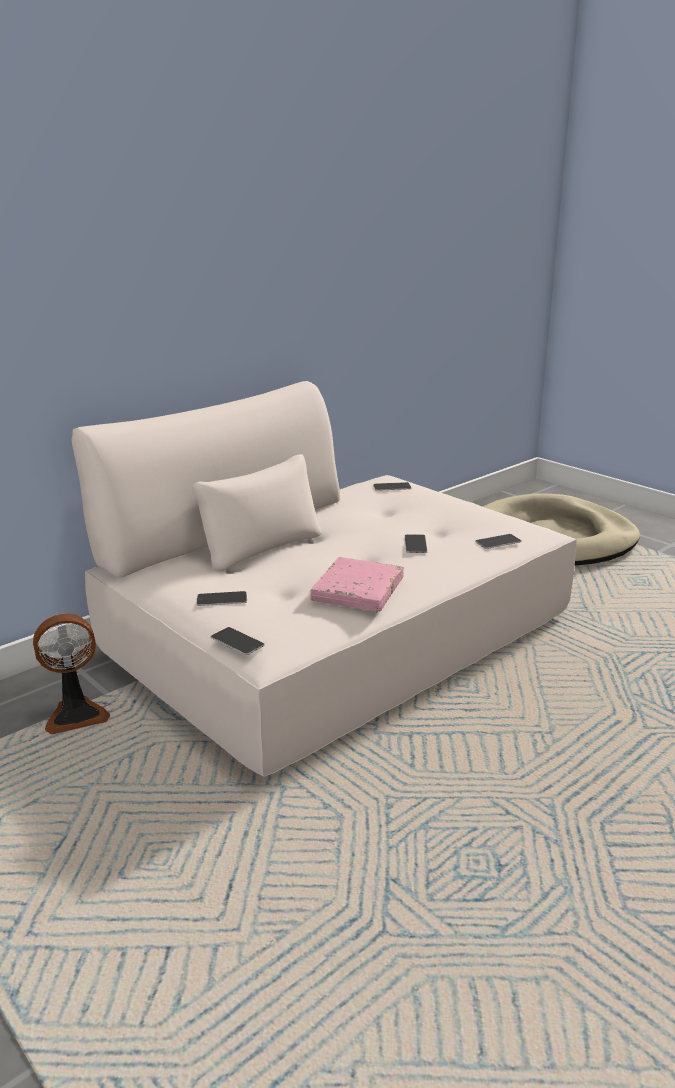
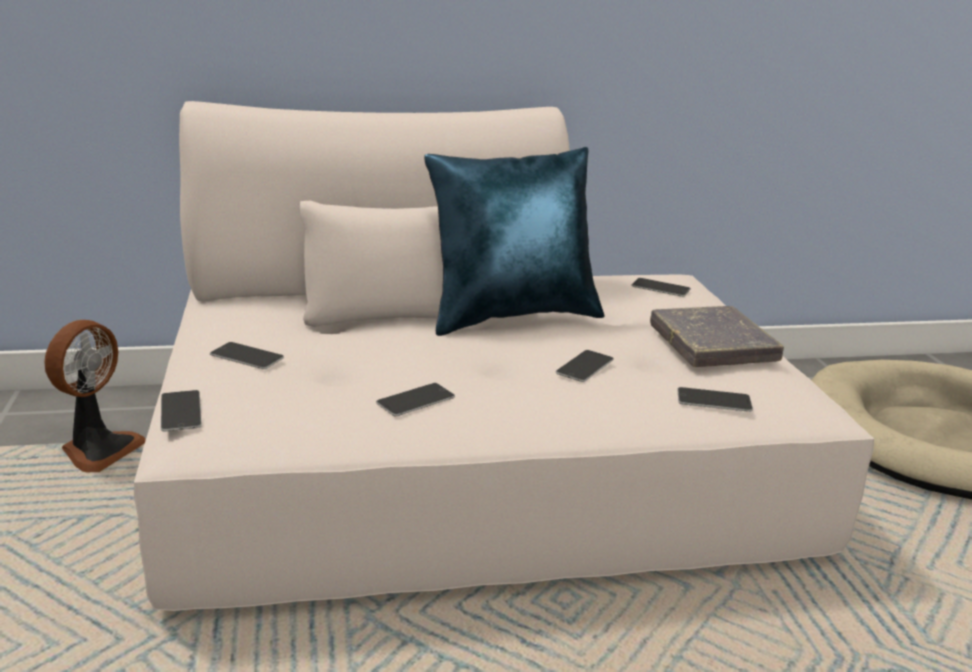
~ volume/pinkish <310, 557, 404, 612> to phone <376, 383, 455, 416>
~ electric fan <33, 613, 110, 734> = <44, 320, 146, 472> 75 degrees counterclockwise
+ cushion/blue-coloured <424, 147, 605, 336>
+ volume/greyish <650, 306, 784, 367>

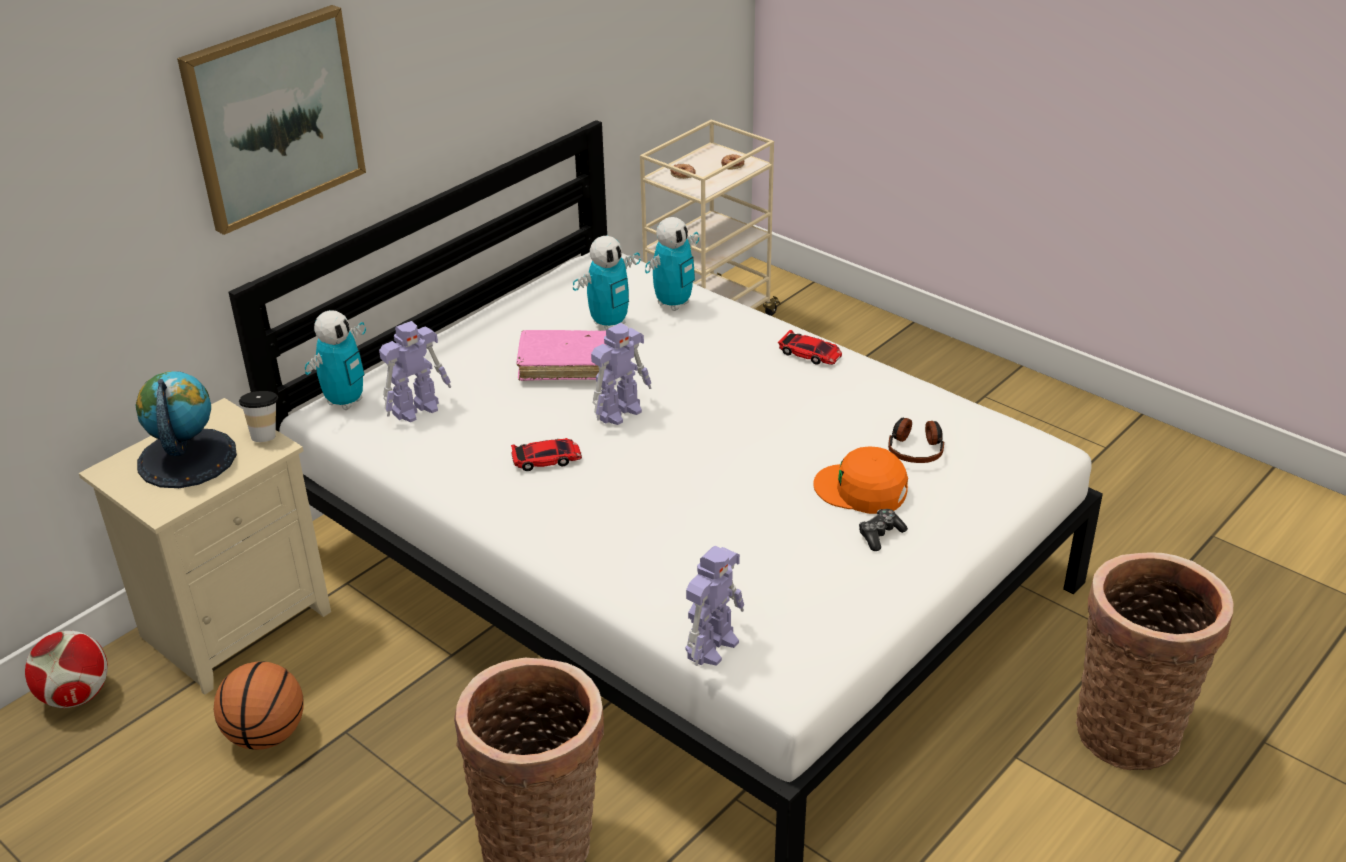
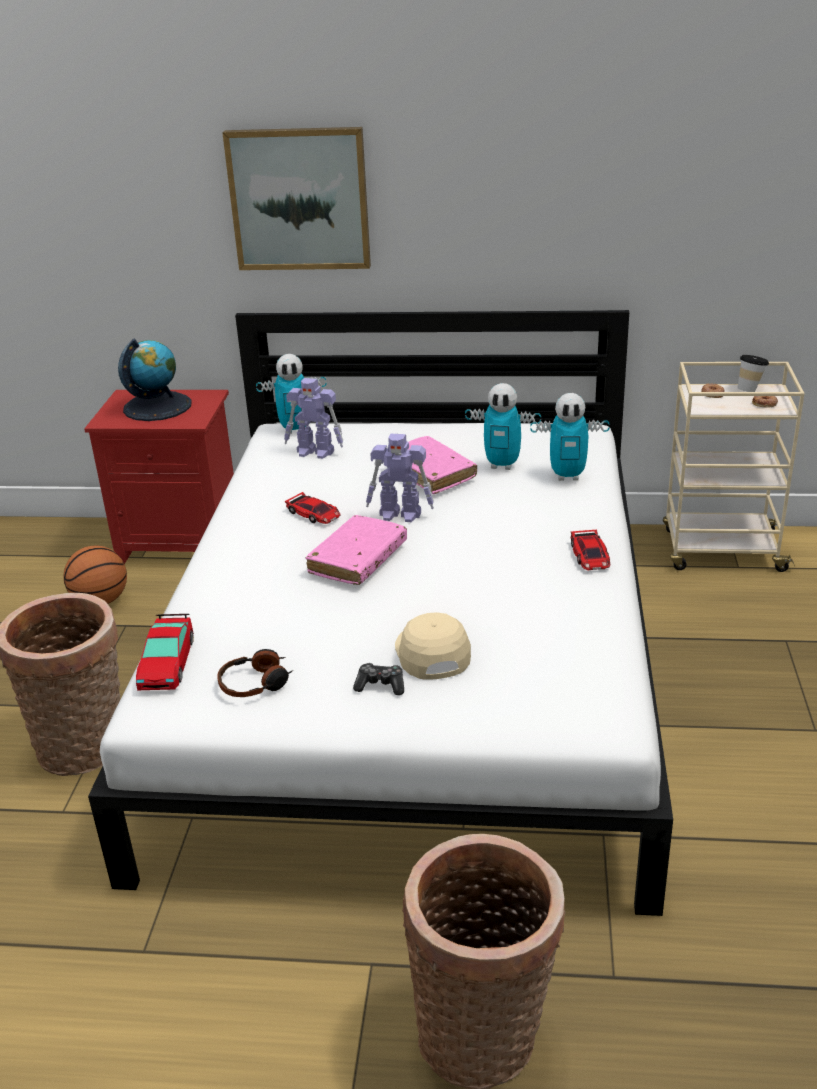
~ drinking cup <239, 391, 278, 442> to <738, 355, 769, 392>
~ night table/beige <79, 398, 331, 695> to night table/red <84, 390, 234, 564>
~ headphones <888, 418, 944, 463> to <217, 649, 293, 697>
~ baseball cap/orangey <813, 447, 908, 514> to baseball cap/beige <395, 612, 471, 680>
~ toy robot <686, 546, 744, 666> to model car <136, 614, 194, 690>
- football ball <25, 631, 108, 708>
+ volume/pinkish <306, 515, 407, 585>

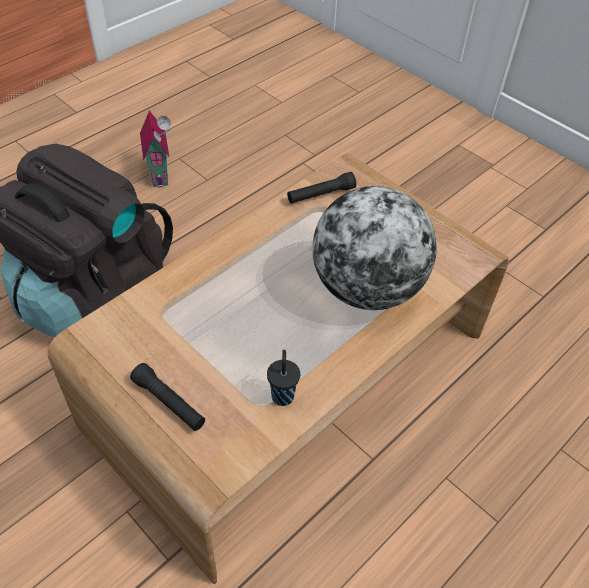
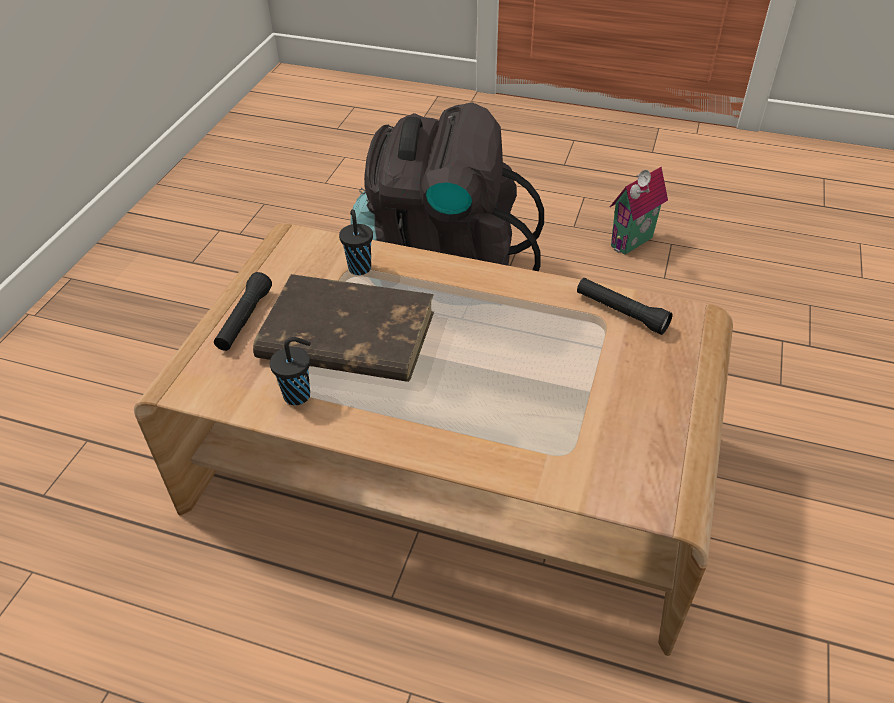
- desk globe <312, 186, 437, 310>
+ drinking cup/black-coloured <339, 209, 373, 275>
+ volume/brown-coloured <253, 274, 434, 382>

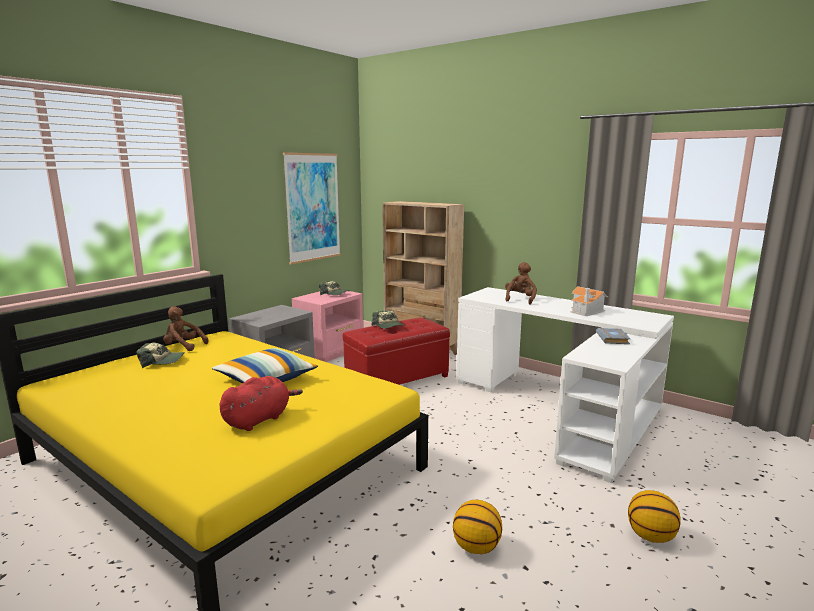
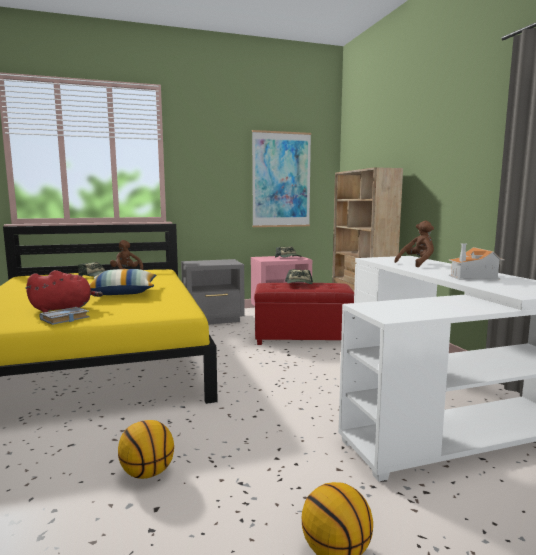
~ volume/greyish <596, 328, 630, 344> to <39, 307, 90, 325>

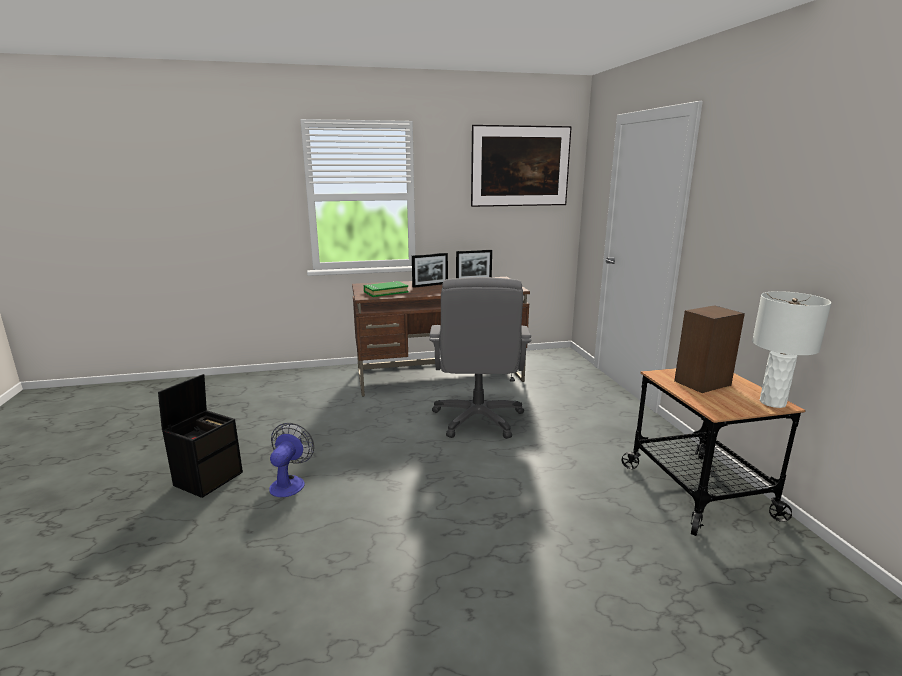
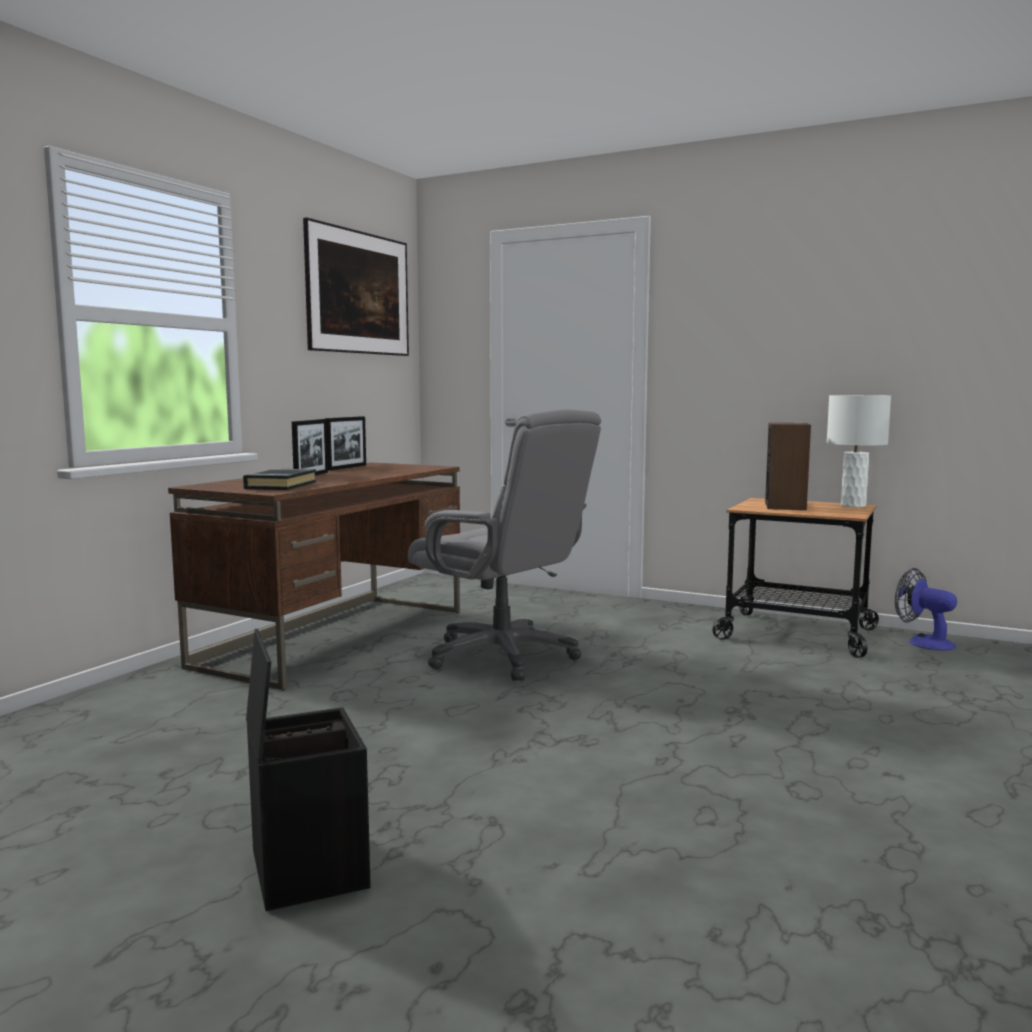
~ volume/green <364, 281, 408, 297> to volume/black-coloured <243, 469, 317, 490>
~ electric fan <269, 423, 314, 497> to <895, 568, 957, 650>

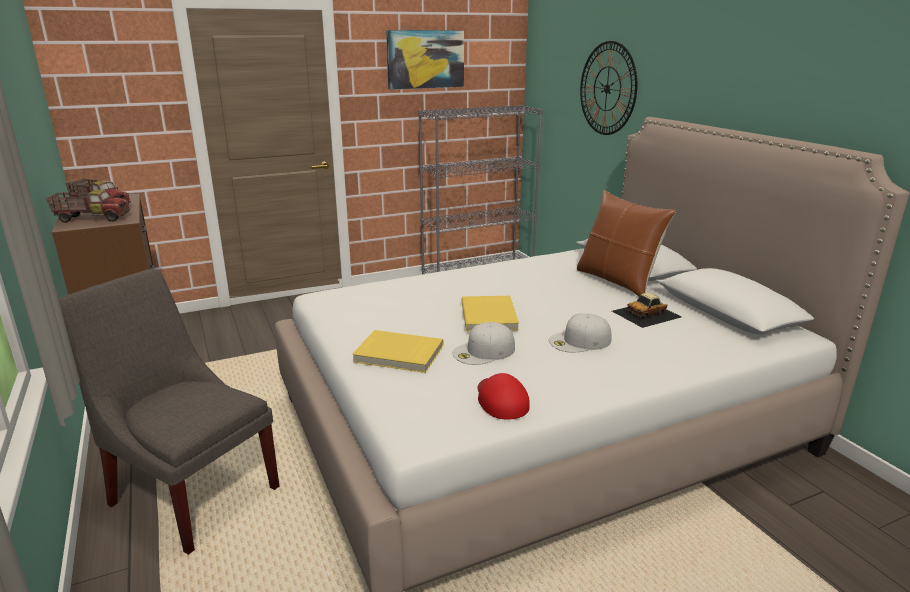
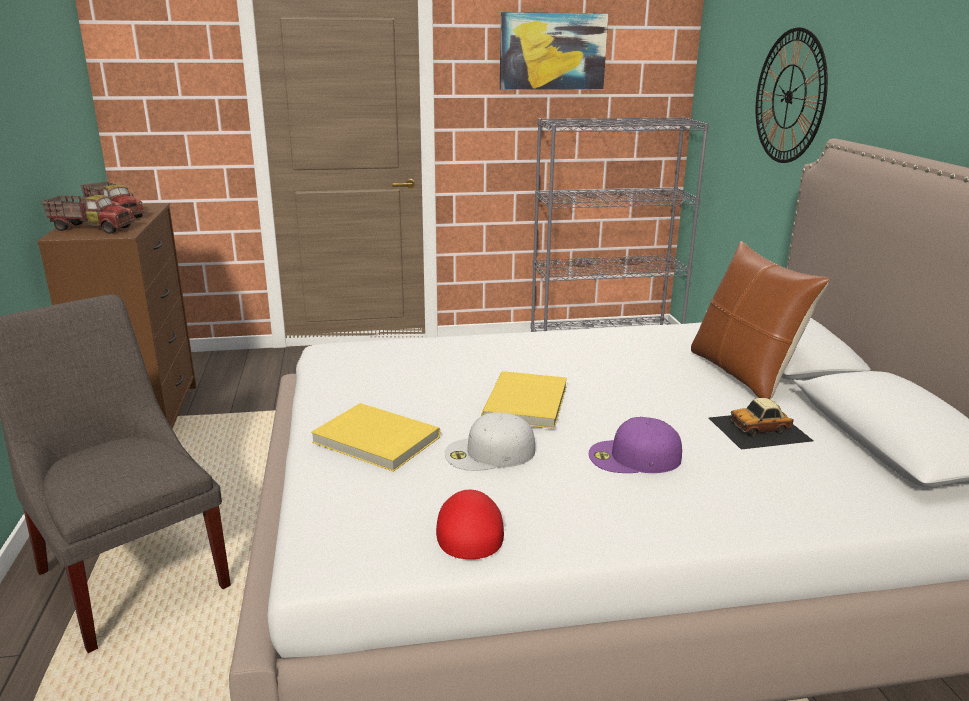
~ baseball cap/whitish <549, 313, 612, 352> to baseball cap/purple <589, 417, 682, 473>

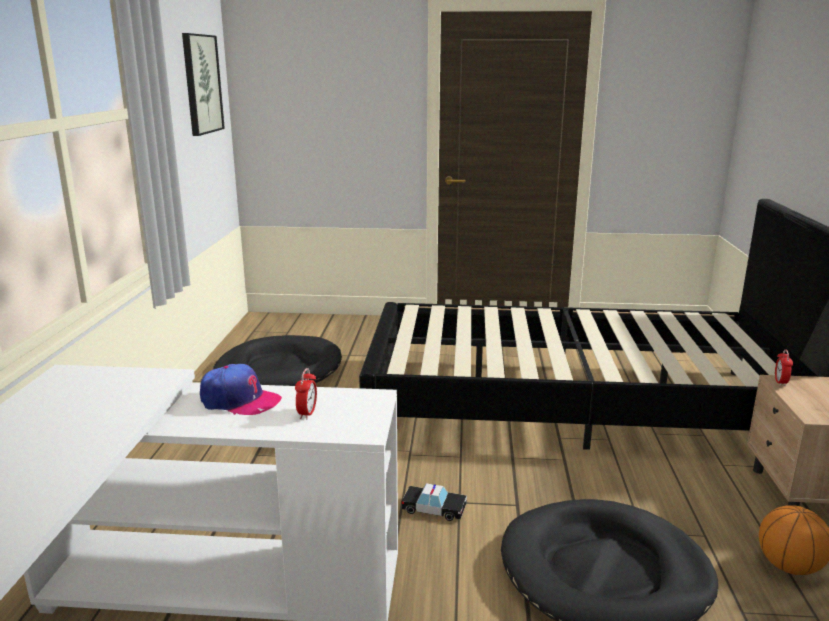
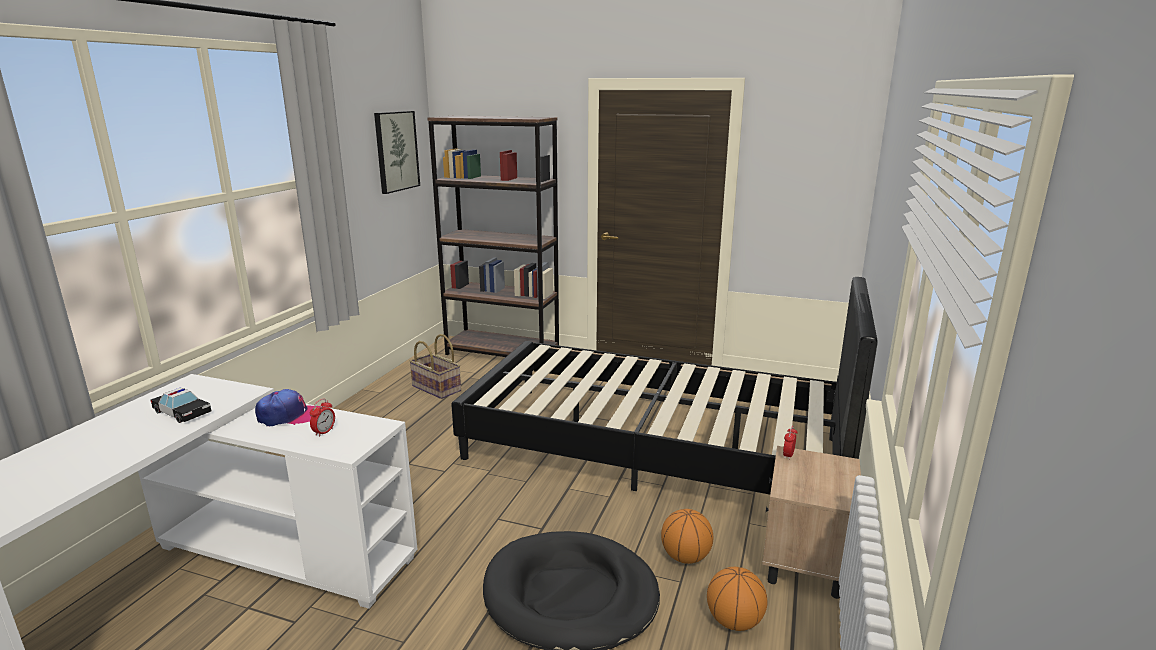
~ dog cushion/black-coloured <213, 335, 342, 386> to household basket <409, 334, 461, 399>
~ baseball cap <200, 364, 282, 415> = <255, 389, 321, 426> 45 degrees counterclockwise
~ model car <402, 483, 467, 521> to <150, 387, 211, 423>
+ bookcase/brown-coloured <427, 116, 559, 357>
+ ball for basketball <661, 509, 713, 564>

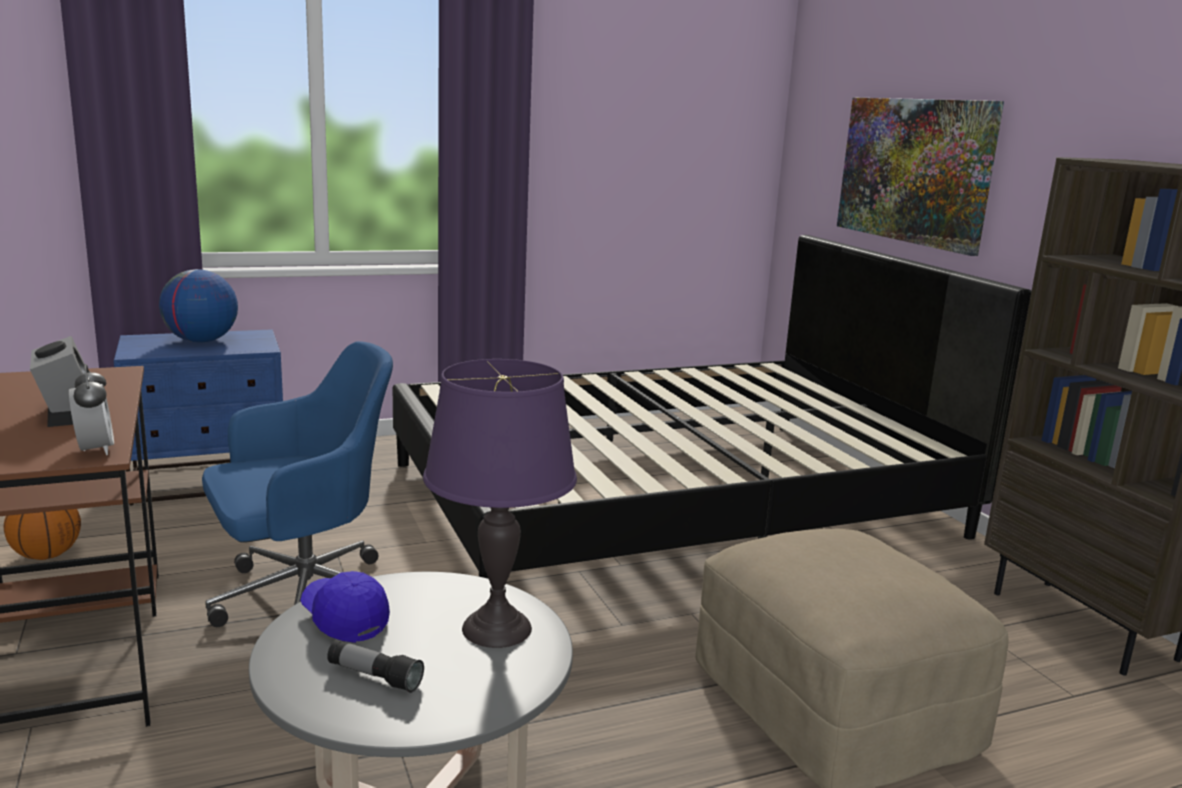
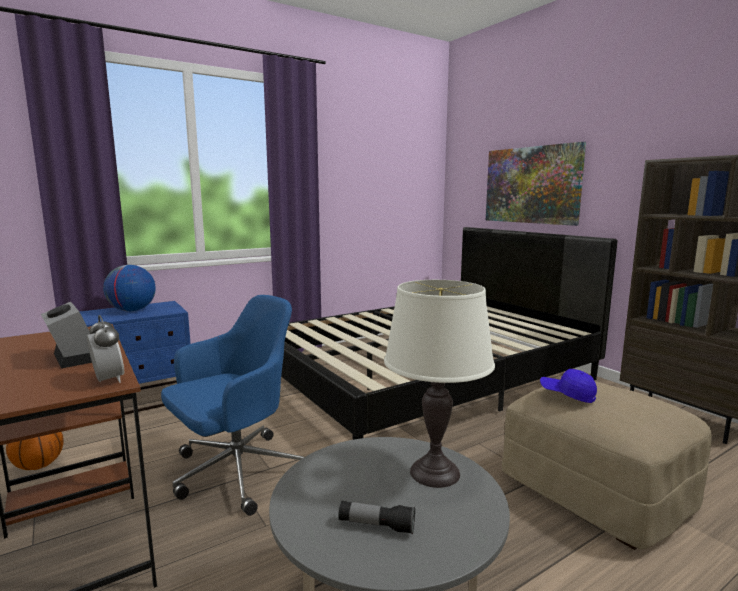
~ table lamp/purple <423, 359, 577, 648> to table lamp/whitish <384, 280, 495, 488>
~ baseball cap/blue-coloured <300, 571, 390, 643> to <540, 369, 597, 403>

